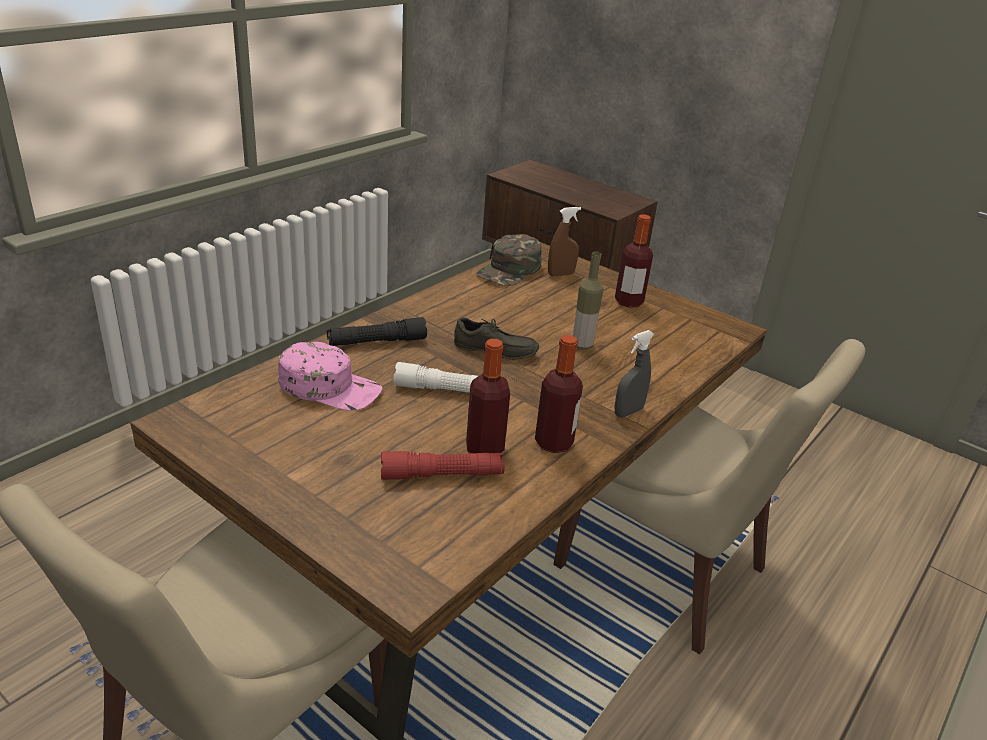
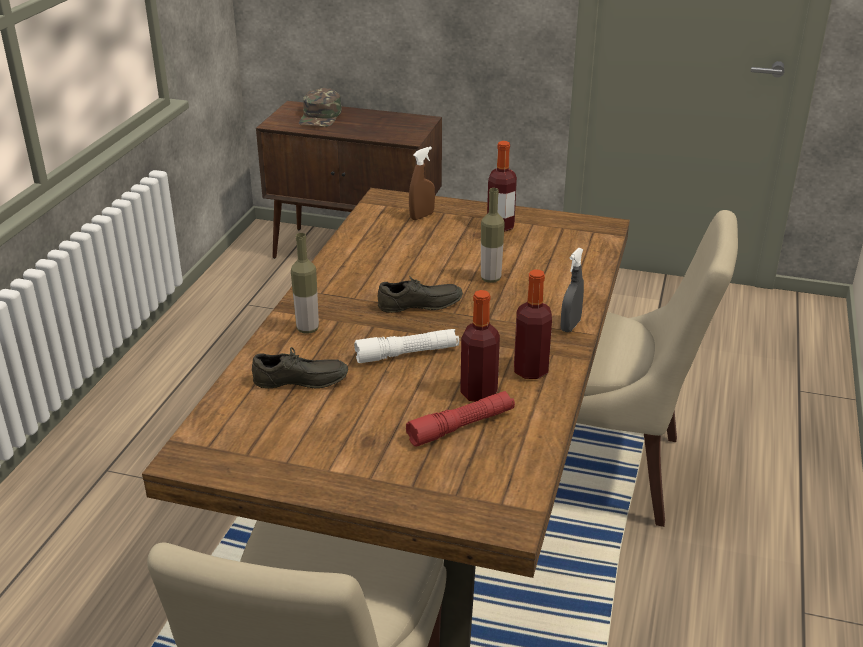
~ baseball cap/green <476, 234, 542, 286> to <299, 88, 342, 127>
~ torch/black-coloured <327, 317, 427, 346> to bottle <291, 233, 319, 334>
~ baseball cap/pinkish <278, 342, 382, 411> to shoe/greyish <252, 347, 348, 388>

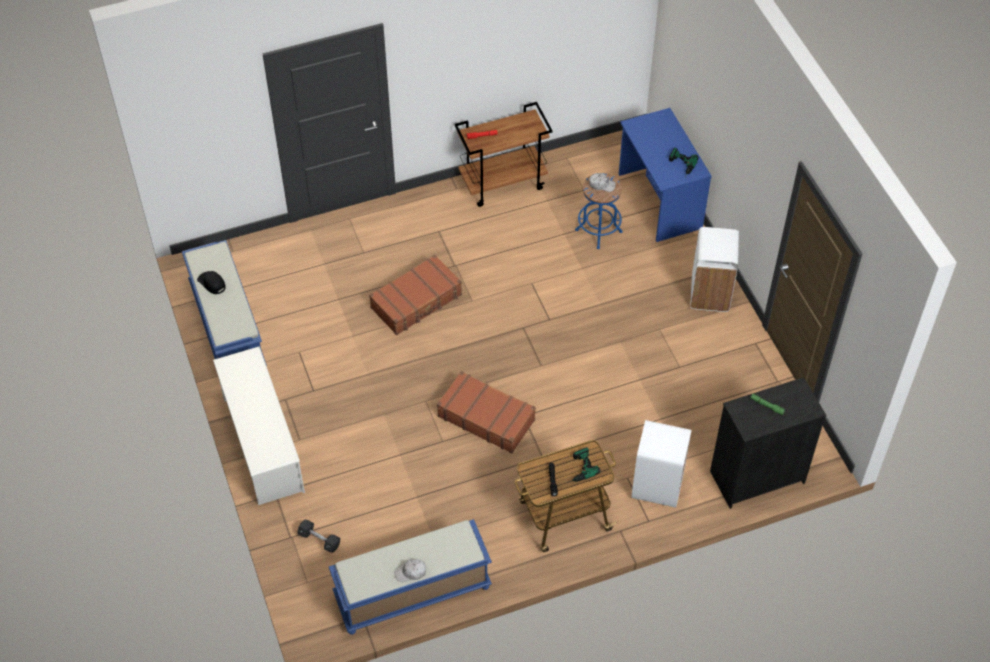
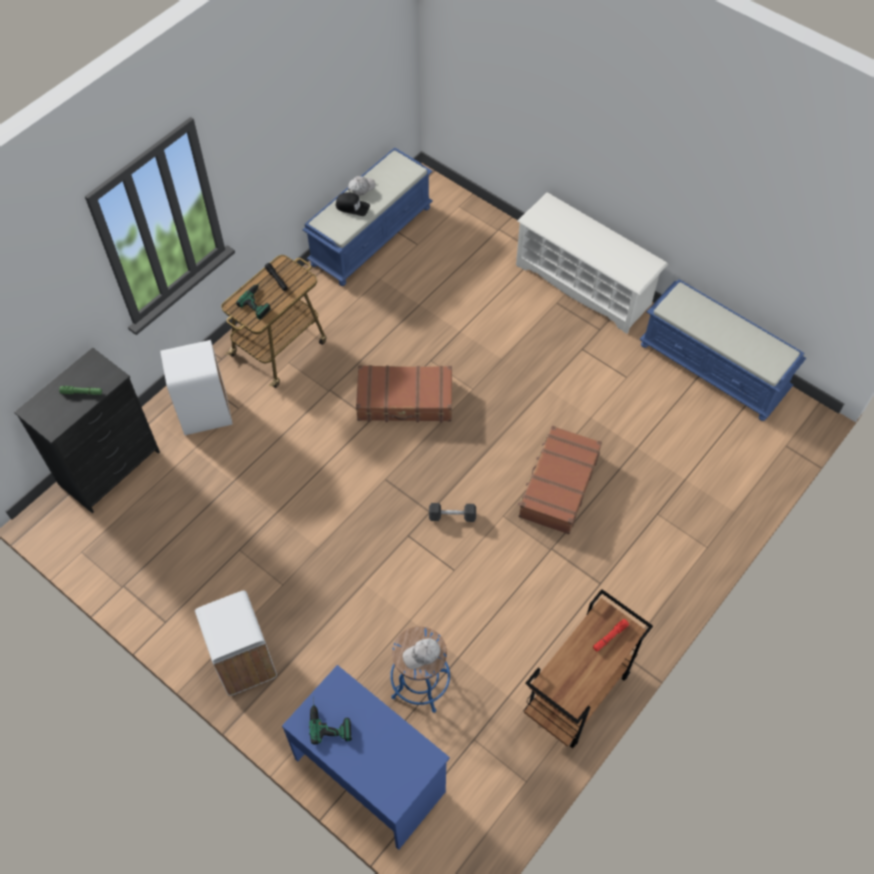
~ baseball cap/black-coloured <197, 271, 226, 294> to <336, 192, 370, 216>
~ free weight/black-coloured <297, 520, 340, 553> to <429, 503, 476, 522>

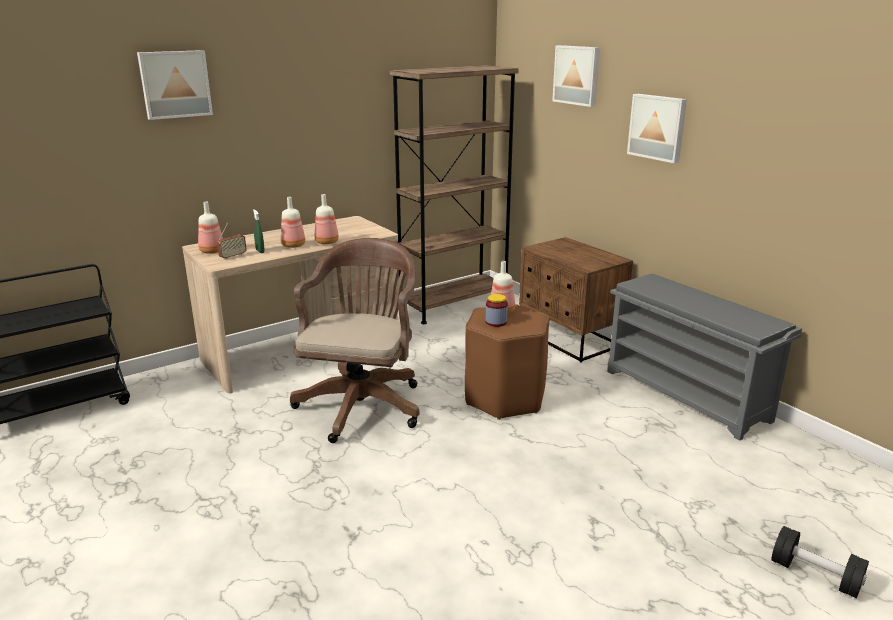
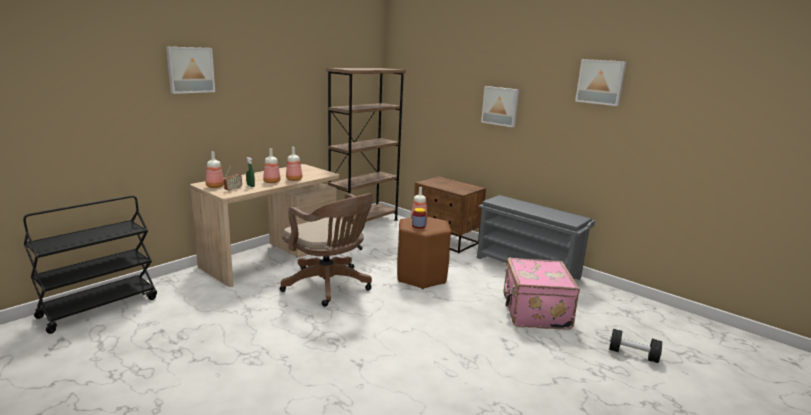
~ wall picture <552, 45, 600, 107> to <575, 59, 627, 106>
~ office chair/brown-coloured <290, 238, 419, 443> = <280, 193, 373, 307> 135 degrees clockwise
+ piece of luggage/pinkish <504, 258, 580, 330>

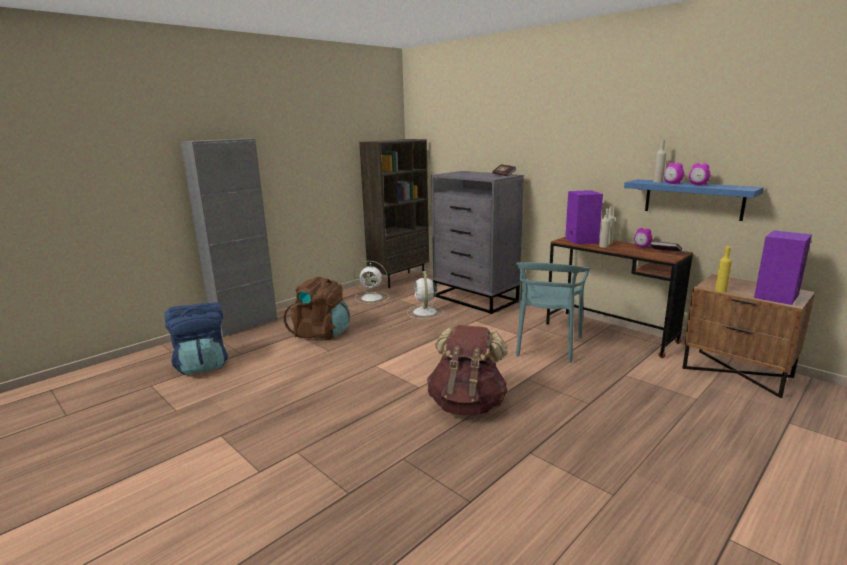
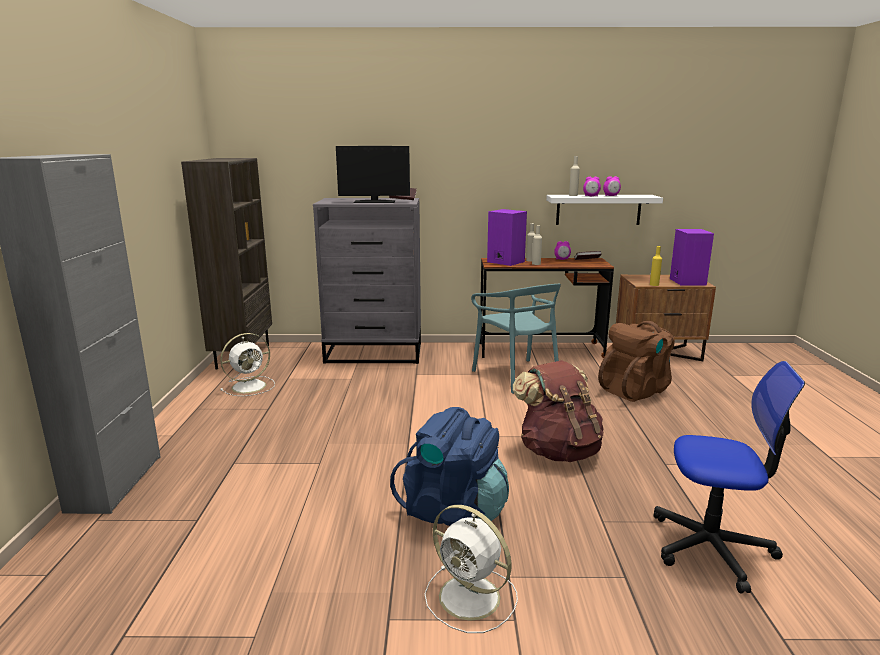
~ wall shelf/blue-coloured <624, 179, 764, 221> to wall shelf/whitish <546, 195, 663, 225>
~ electric fan/whitish <407, 271, 444, 319> to <424, 505, 518, 633>
~ backpack/brown-coloured <284, 277, 350, 340> to <598, 321, 675, 402>
~ backpack/blue-coloured <164, 302, 228, 375> to <390, 407, 509, 526>
+ computer display <336, 146, 410, 203>
+ office chair <653, 361, 805, 594>

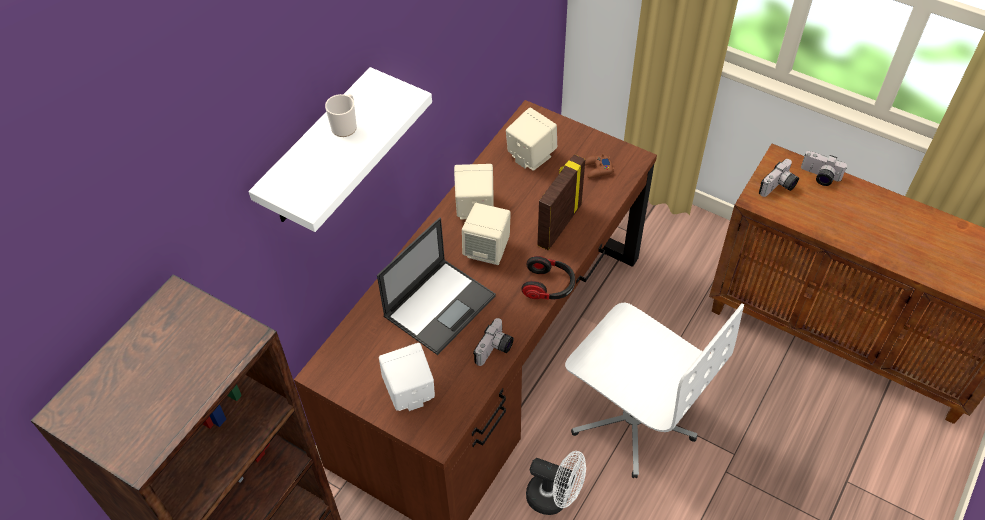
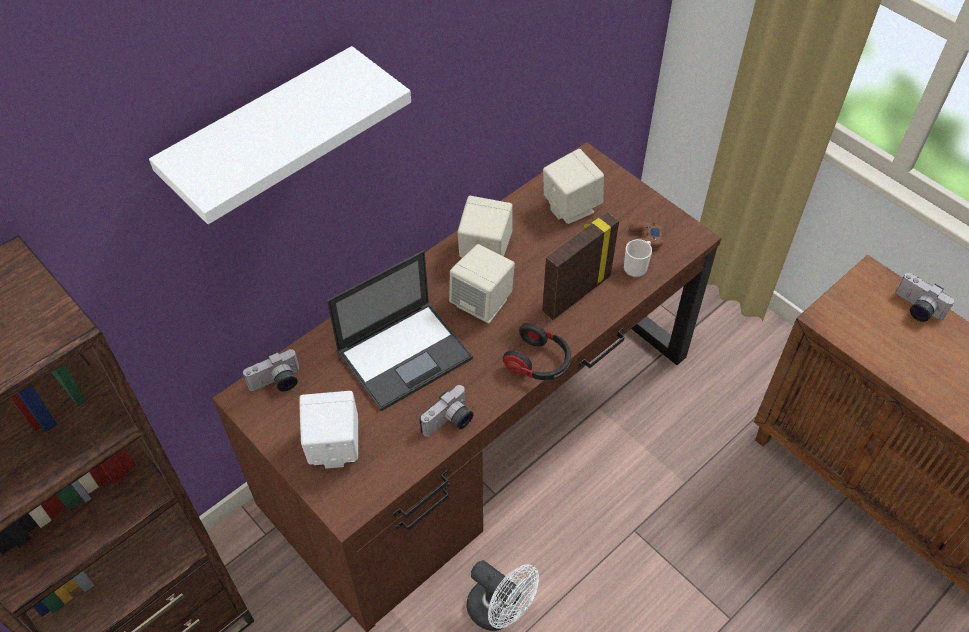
~ mug <325, 94, 357, 137> to <624, 239, 652, 277>
~ still camera <759, 159, 799, 197> to <243, 349, 299, 392>
- office chair/whitish <565, 303, 744, 478>

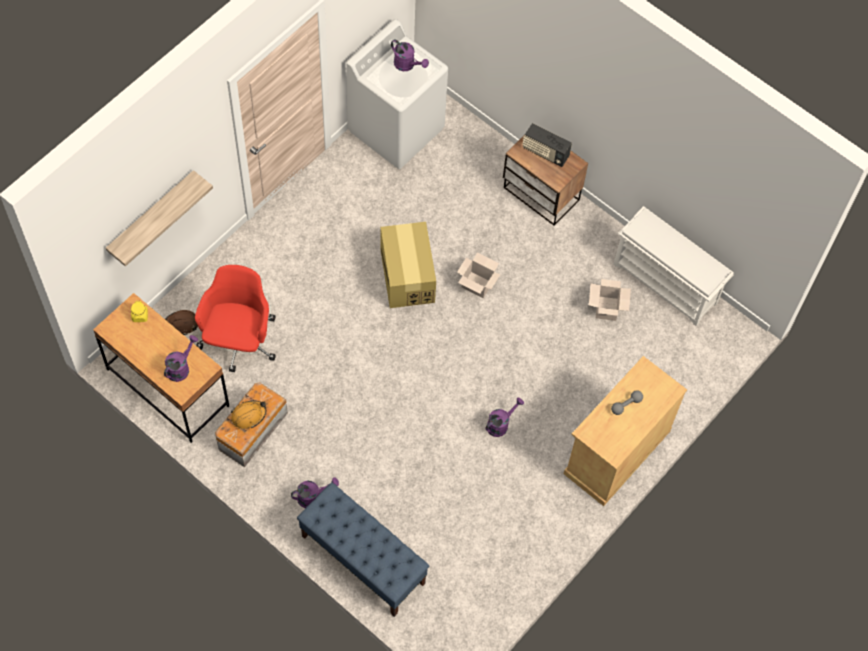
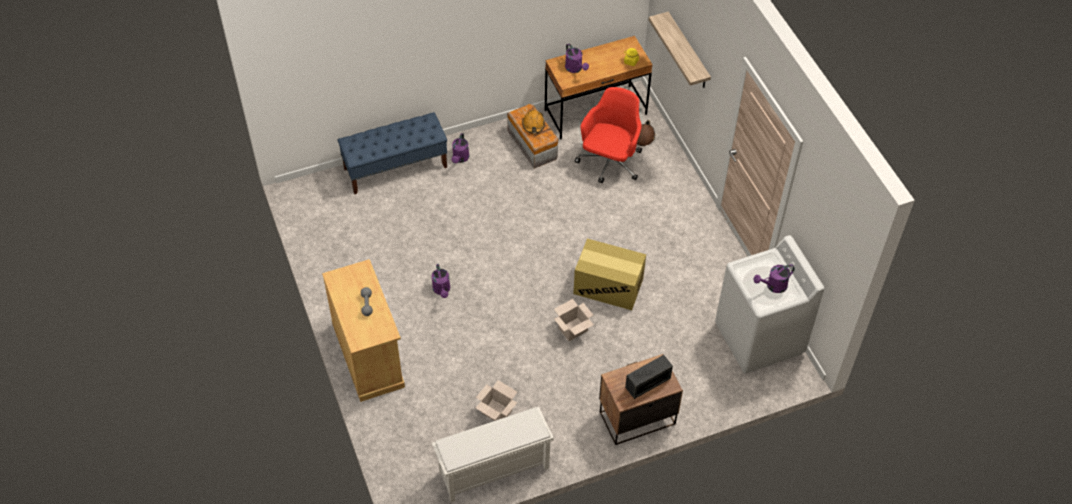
~ office chair/red <195, 265, 276, 372> = <575, 87, 642, 183> 105 degrees counterclockwise

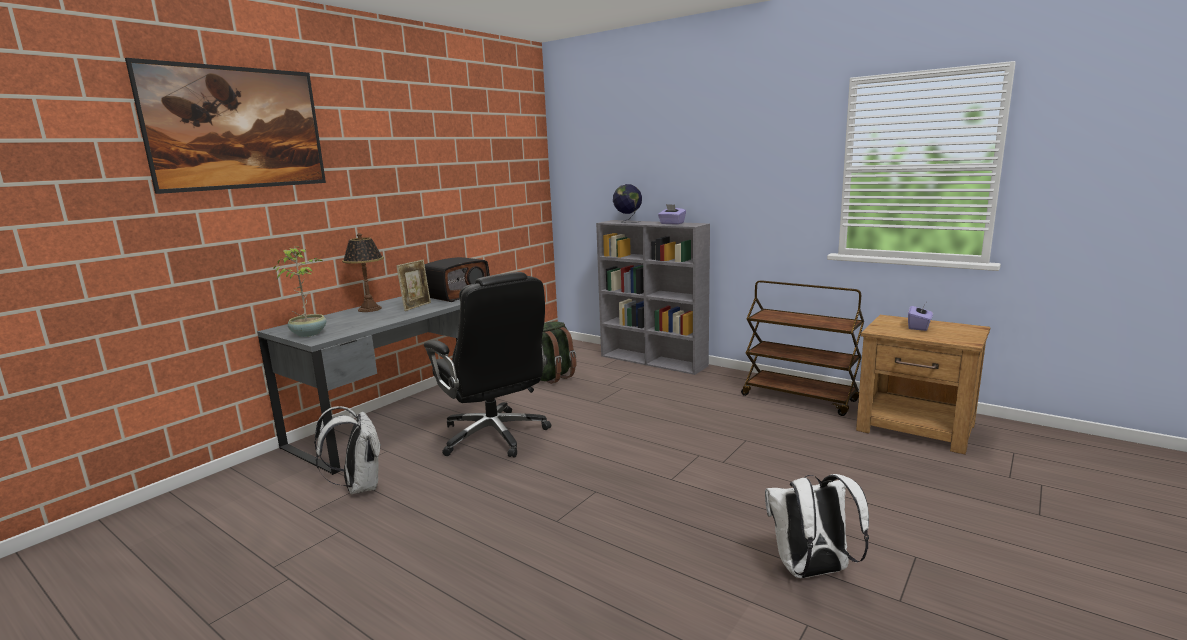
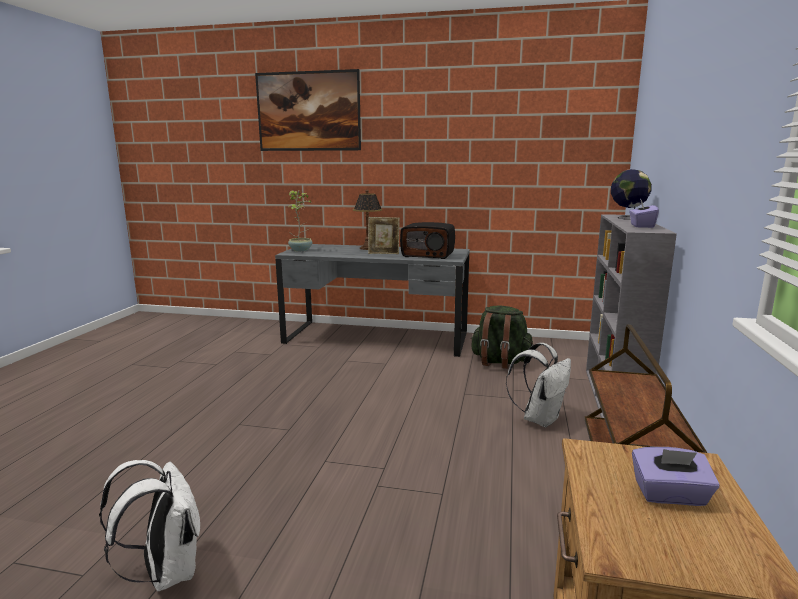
- office chair/black-coloured <424, 272, 552, 458>
~ backpack/whitish <314, 406, 381, 494> to <506, 343, 571, 427>

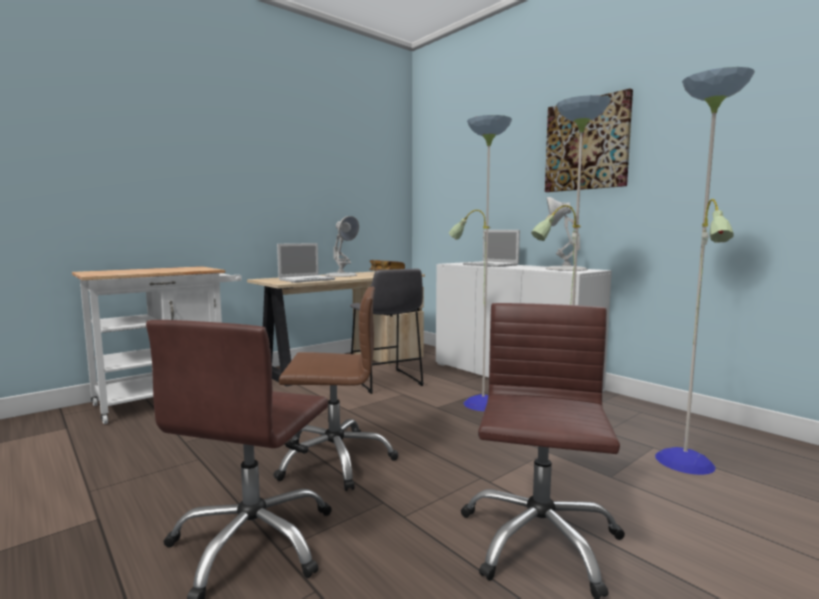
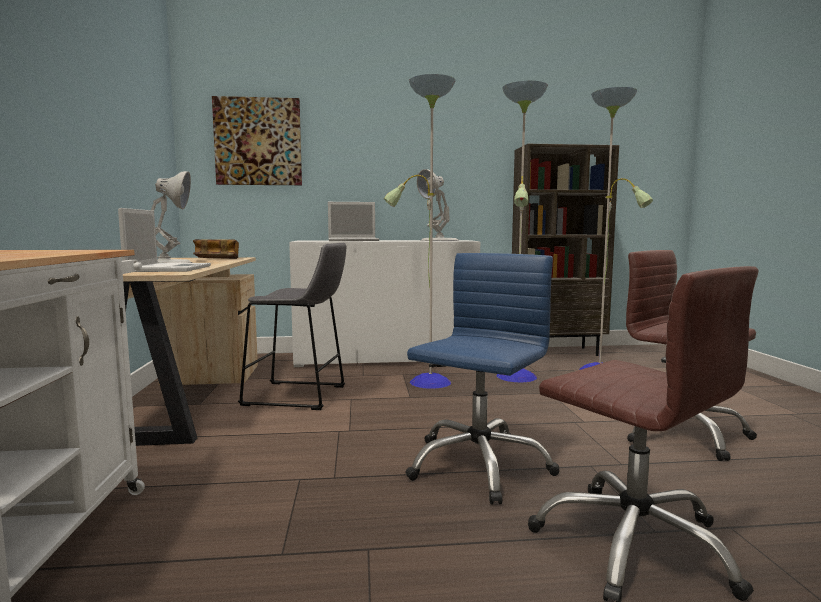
~ wall picture <545, 88, 633, 192> to <212, 96, 302, 185>
~ office chair/brown-coloured <273, 287, 398, 491> to office chair/blue-coloured <405, 253, 560, 505>
+ bookcase/brown-coloured <512, 144, 619, 356>

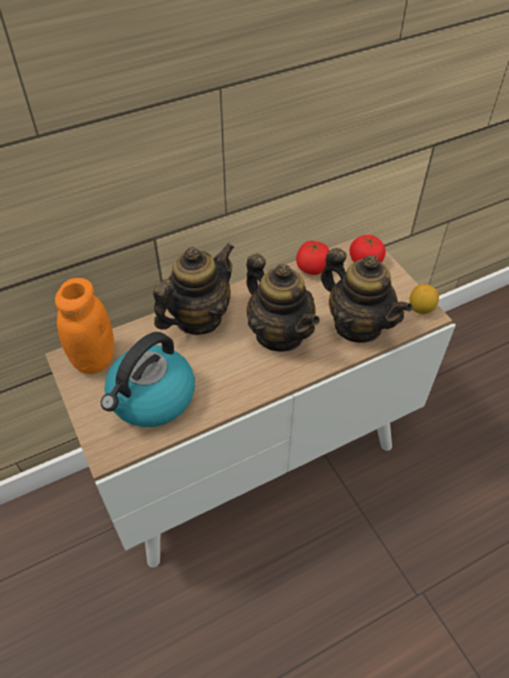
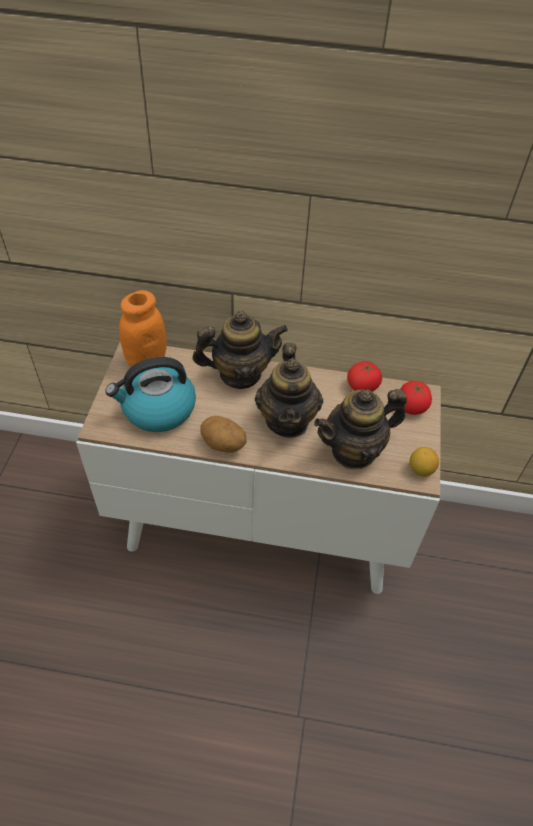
~ pot for tea <321, 248, 413, 343> = <314, 389, 407, 469> 75 degrees clockwise
+ whole potato <200, 416, 247, 453>

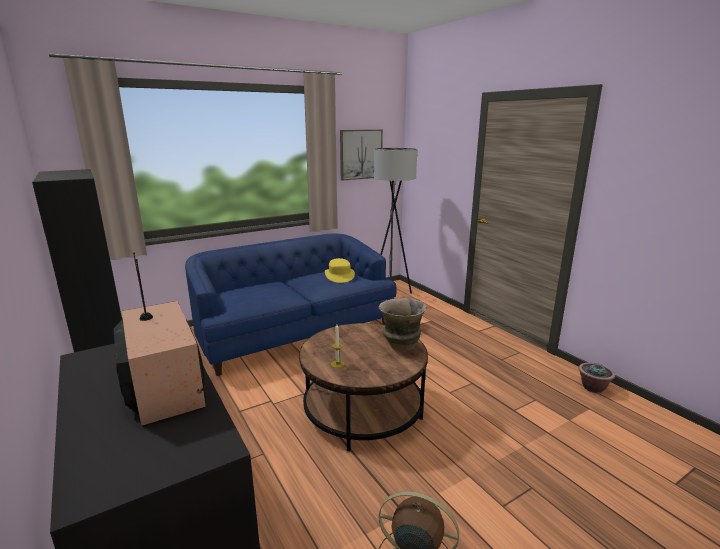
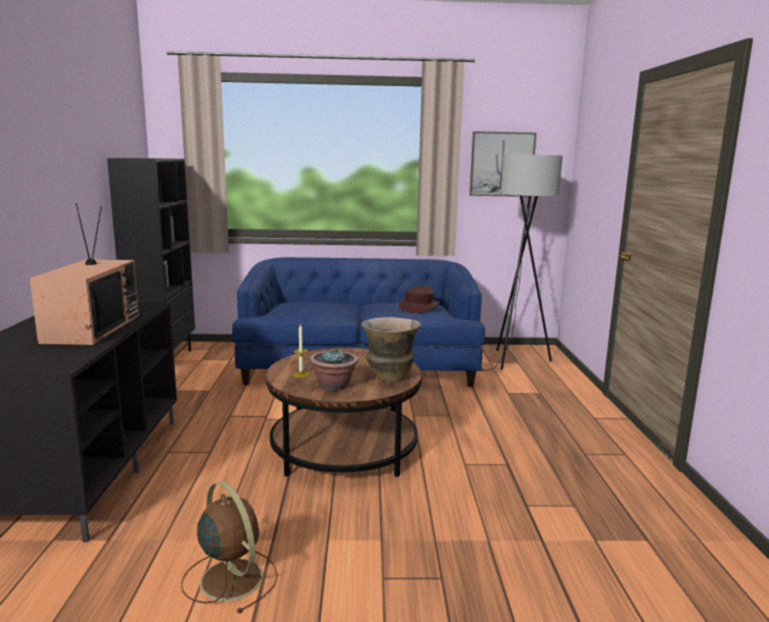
~ wearable hat/yellow <325, 258, 355, 283> to wearable hat/brown-coloured <399, 286, 440, 313>
~ potted plant <578, 363, 615, 393> to <310, 347, 359, 391>

